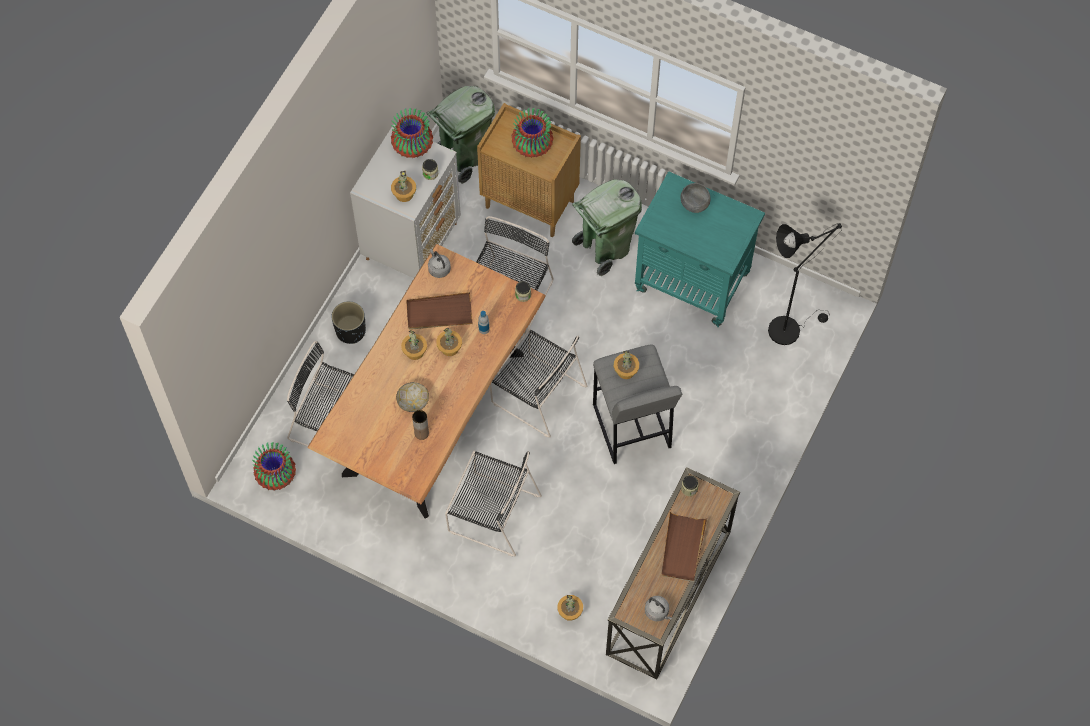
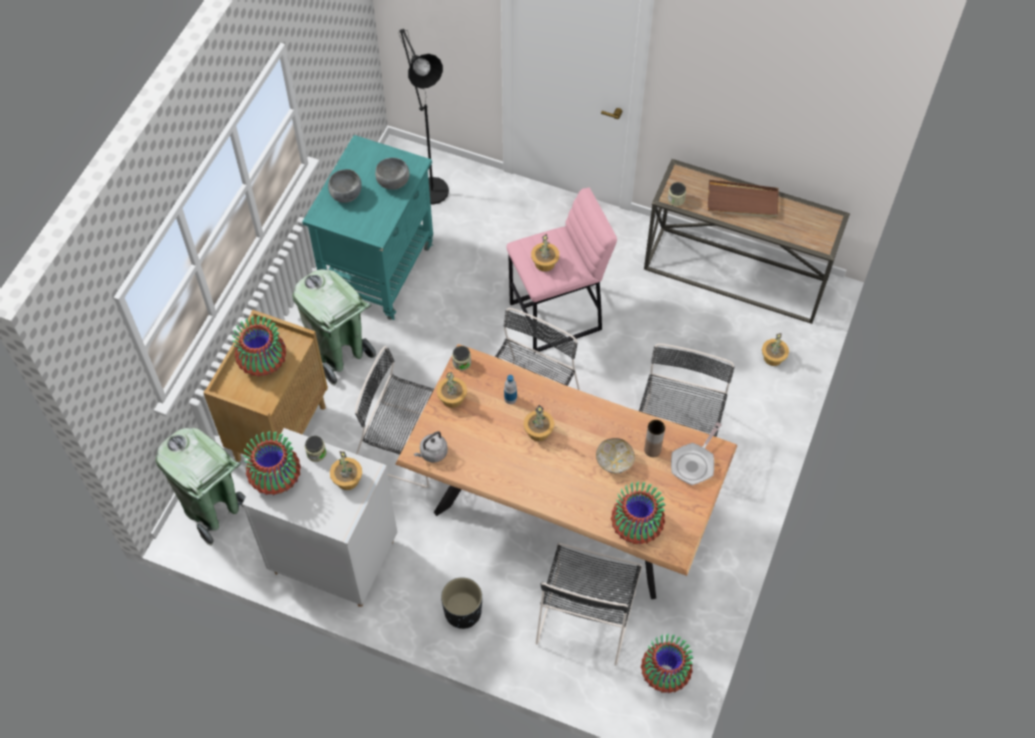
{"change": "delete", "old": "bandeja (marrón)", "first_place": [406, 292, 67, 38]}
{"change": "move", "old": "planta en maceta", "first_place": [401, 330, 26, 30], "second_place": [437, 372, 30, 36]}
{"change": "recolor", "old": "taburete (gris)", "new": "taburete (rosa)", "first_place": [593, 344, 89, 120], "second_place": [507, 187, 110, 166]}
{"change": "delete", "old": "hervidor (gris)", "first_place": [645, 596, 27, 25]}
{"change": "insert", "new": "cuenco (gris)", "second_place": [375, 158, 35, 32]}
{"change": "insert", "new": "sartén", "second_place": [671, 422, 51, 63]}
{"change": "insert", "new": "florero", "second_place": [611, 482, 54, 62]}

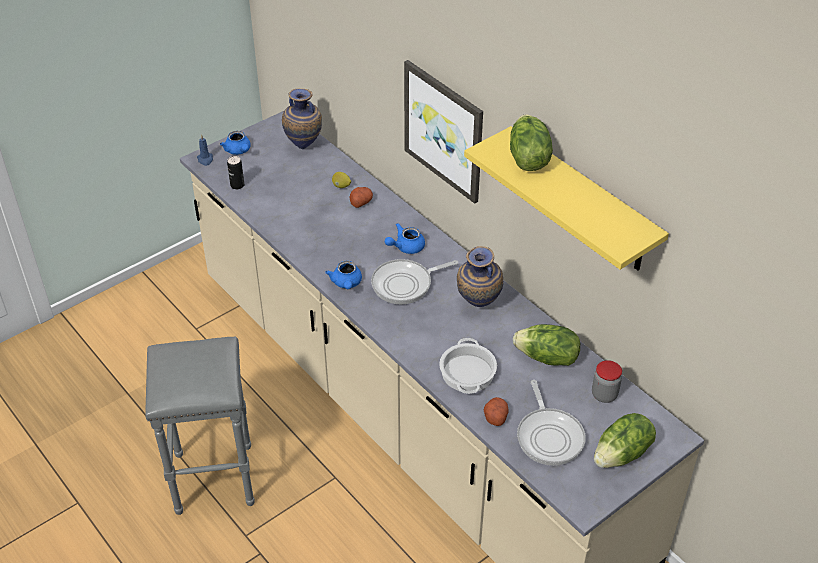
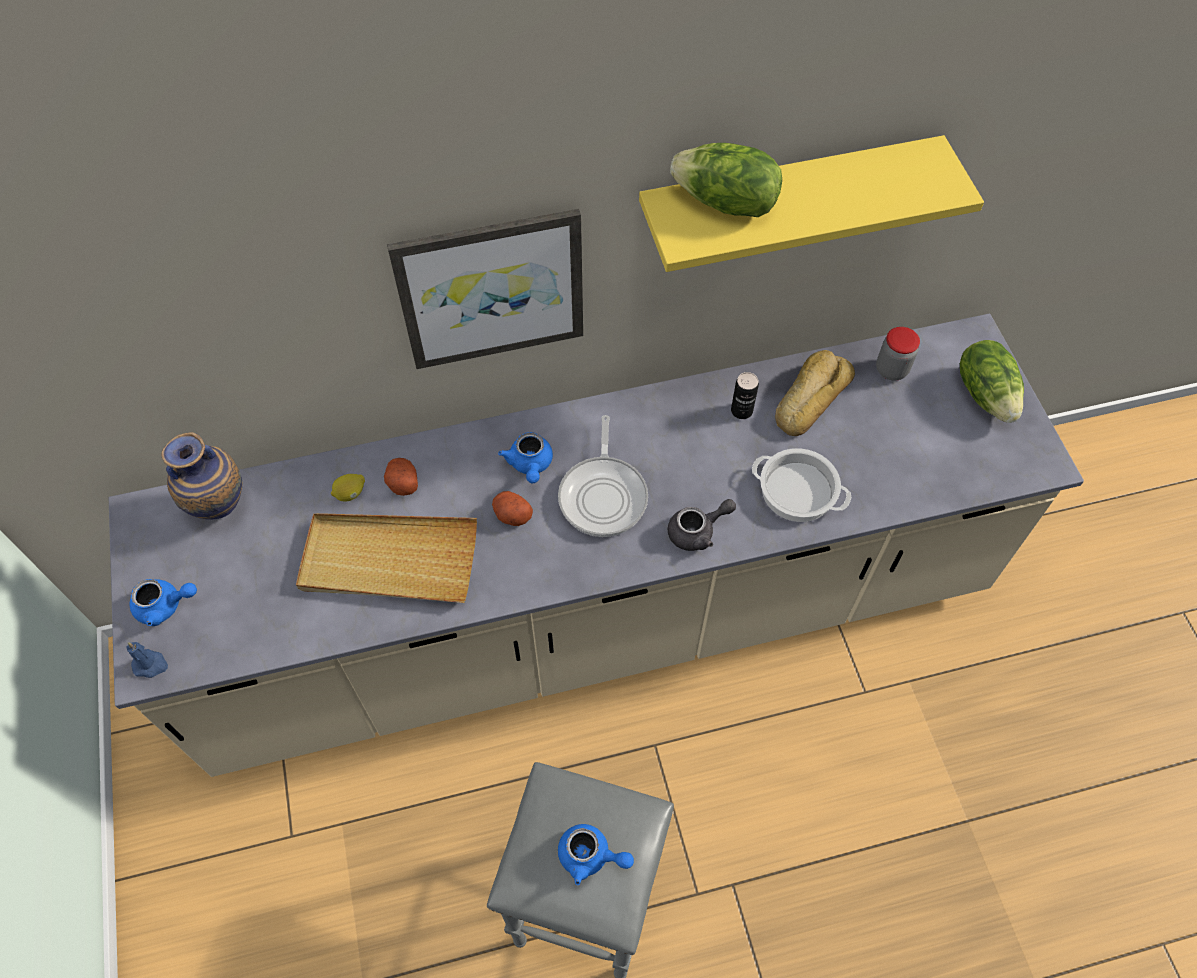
{"change": "move", "old": "lata", "first_place": [227, 156, 17, 33], "second_place": [731, 372, 28, 47]}
{"change": "delete", "old": "florero", "first_place": [457, 246, 46, 61]}
{"change": "move", "old": "tetera (azul)", "first_place": [325, 261, 37, 28], "second_place": [558, 824, 76, 61]}
{"change": "replace", "old": "lechuga", "new": "pan", "first_place": [513, 324, 67, 42], "second_place": [775, 350, 80, 86]}
{"change": "delete", "old": "sartén", "first_place": [517, 380, 69, 86]}
{"change": "move", "old": "patata", "first_place": [484, 397, 25, 29], "second_place": [492, 491, 41, 35]}
{"change": "insert", "new": "tetera (gris)", "second_place": [668, 499, 68, 52]}
{"change": "insert", "new": "bandeja (beis)", "second_place": [296, 513, 181, 90]}

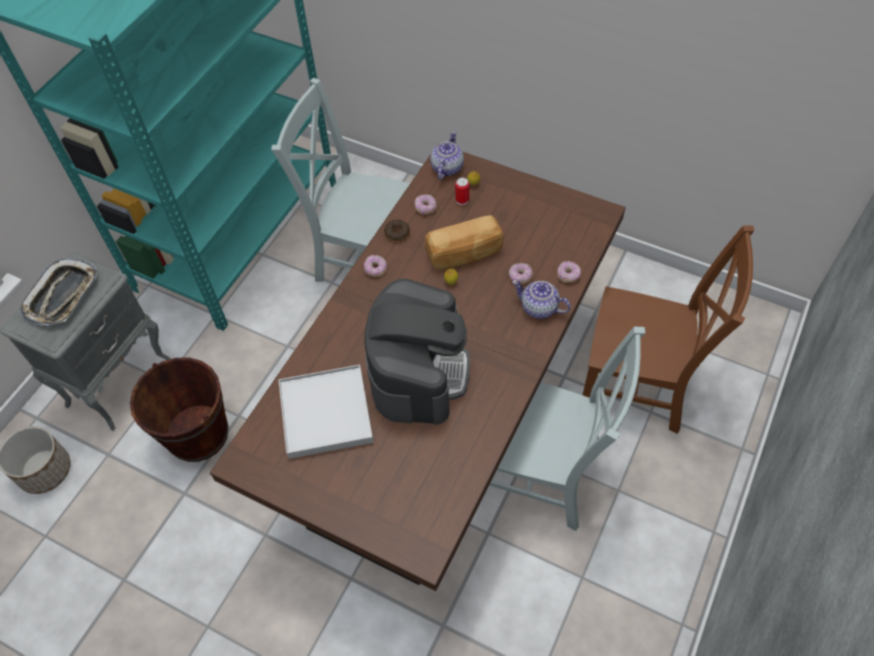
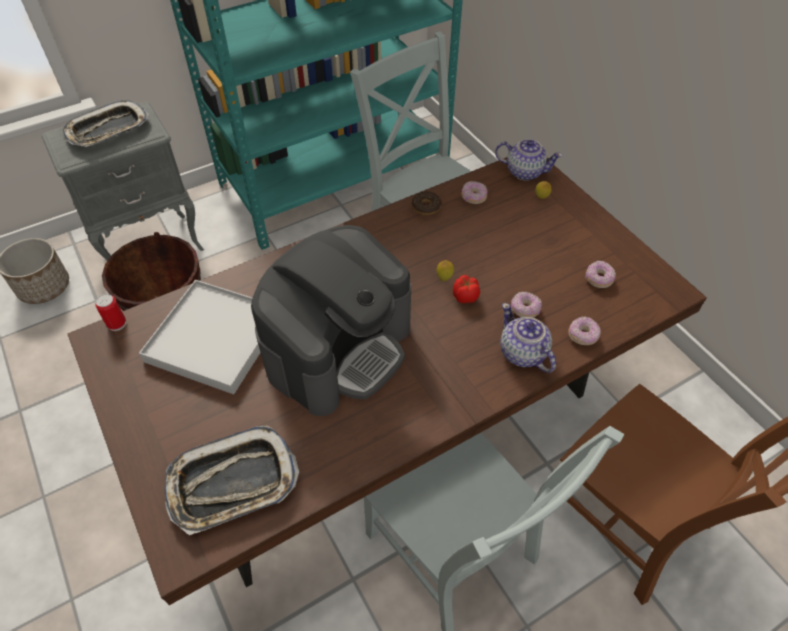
{"change": "rotate", "old": "tetera", "first_place": [430, 131, 34, 49], "second_place": [495, 139, 68, 42], "degrees": 60}
{"change": "move", "old": "lata", "first_place": [455, 178, 14, 27], "second_place": [95, 294, 31, 37]}
{"change": "delete", "old": "pan", "first_place": [424, 215, 80, 55]}
{"change": "move", "old": "rosquilla", "first_place": [364, 255, 23, 22], "second_place": [585, 261, 31, 27]}
{"change": "insert", "new": "tomate", "second_place": [453, 275, 27, 28]}
{"change": "insert", "new": "bandeja", "second_place": [165, 426, 134, 109]}

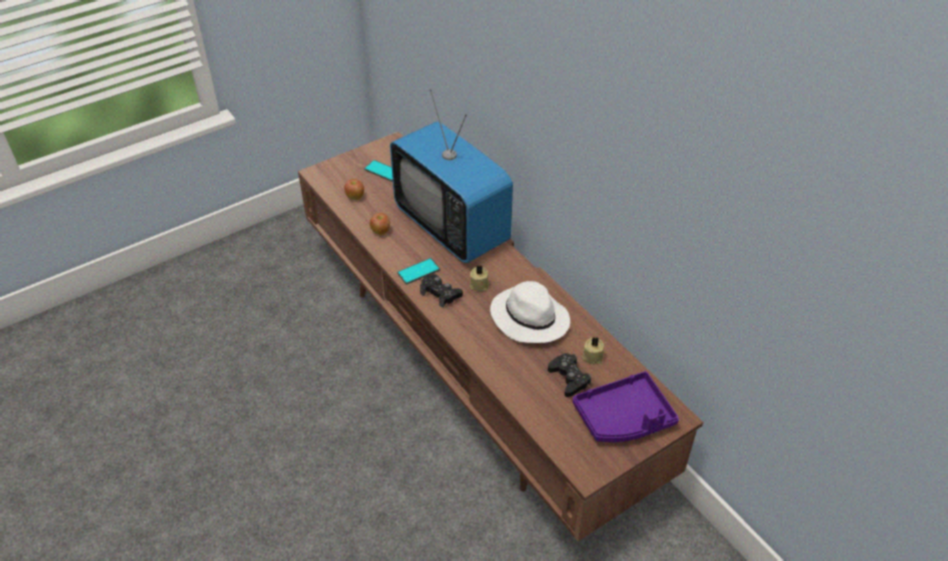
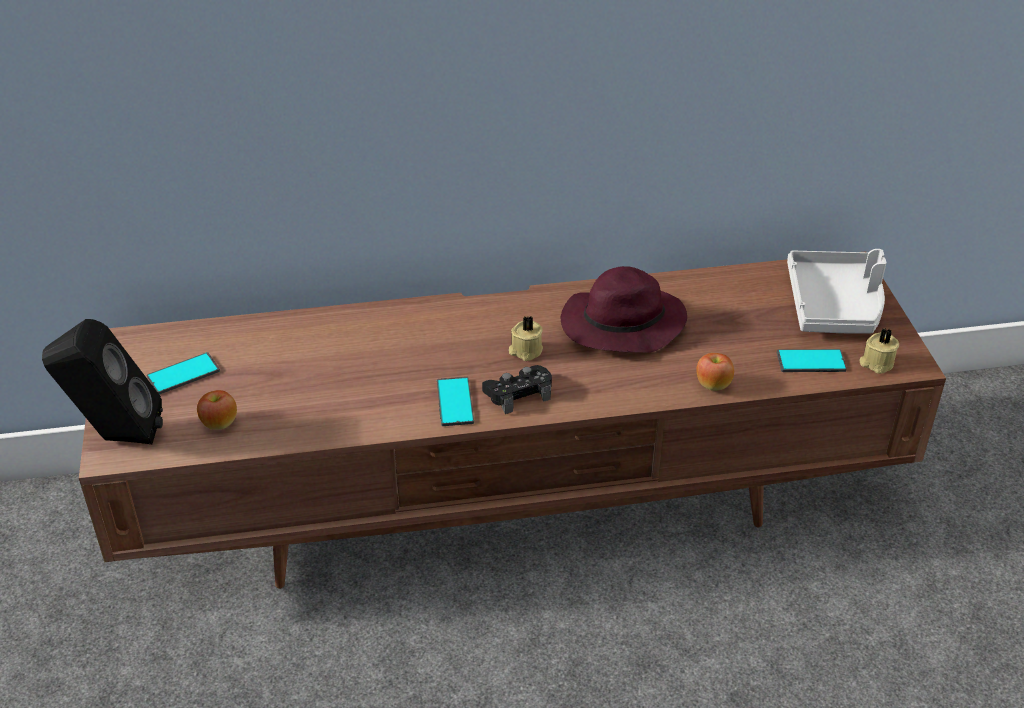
{"change": "delete", "old": "televisor", "first_place": [390, 89, 123, 174]}
{"change": "move", "old": "manzana", "first_place": [370, 213, 20, 22], "second_place": [696, 353, 38, 38]}
{"change": "recolor", "old": "sombrero (blanco)", "new": "sombrero (morado)", "first_place": [490, 281, 80, 62], "second_place": [561, 266, 126, 87]}
{"change": "move", "old": "vela (beis)", "first_place": [582, 337, 22, 27], "second_place": [859, 328, 40, 46]}
{"change": "delete", "old": "mando de consola (negro)", "first_place": [548, 353, 43, 44]}
{"change": "recolor", "old": "bandeja (morado)", "new": "bandeja (gris)", "first_place": [573, 371, 106, 71], "second_place": [787, 249, 100, 85]}
{"change": "insert", "new": "altavoz (negro)", "second_place": [42, 319, 121, 125]}
{"change": "insert", "new": "móvil", "second_place": [777, 349, 70, 23]}

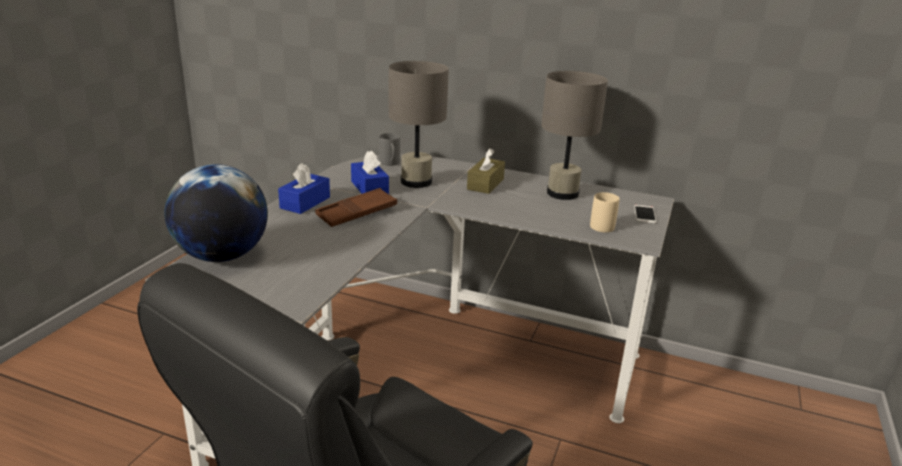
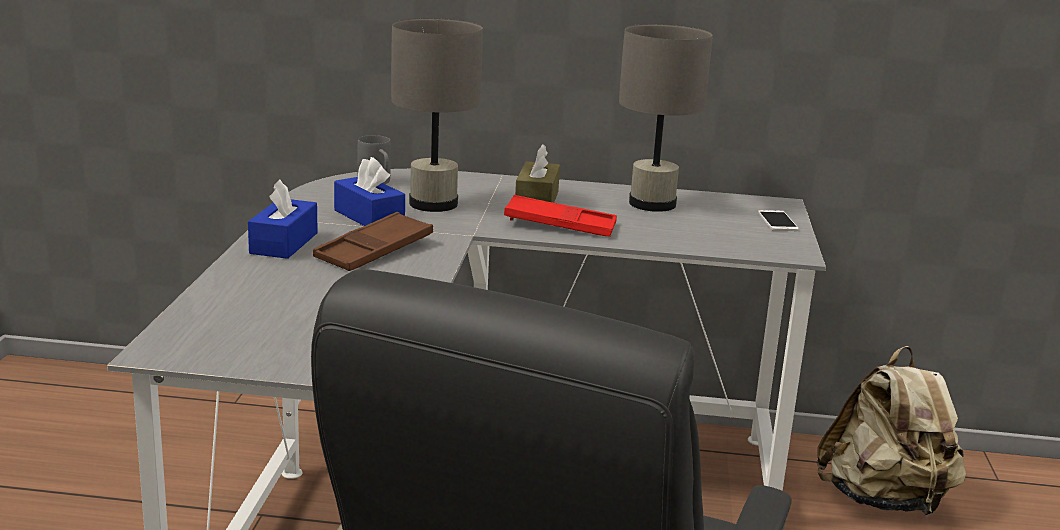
{"change": "delete", "old": "globo terráqueo", "first_place": [164, 164, 104, 98]}
{"change": "delete", "old": "taza grande (beis)", "first_place": [590, 192, 30, 40]}
{"change": "insert", "new": "bandeja (rojo)", "second_place": [504, 195, 113, 42]}
{"change": "insert", "new": "mochila (beis)", "second_place": [817, 346, 149, 169]}

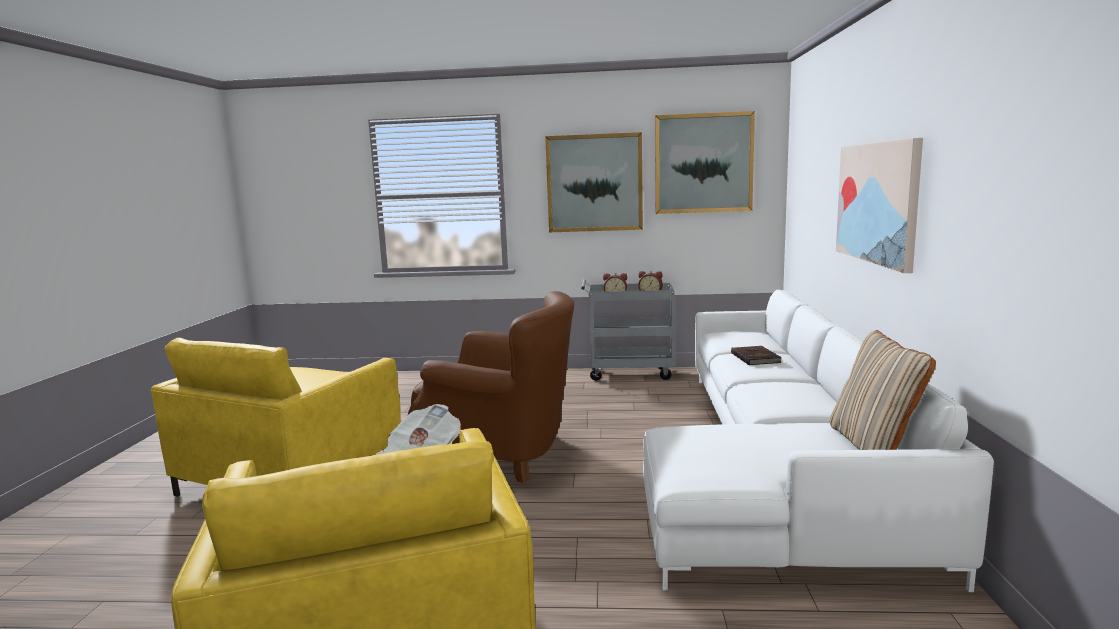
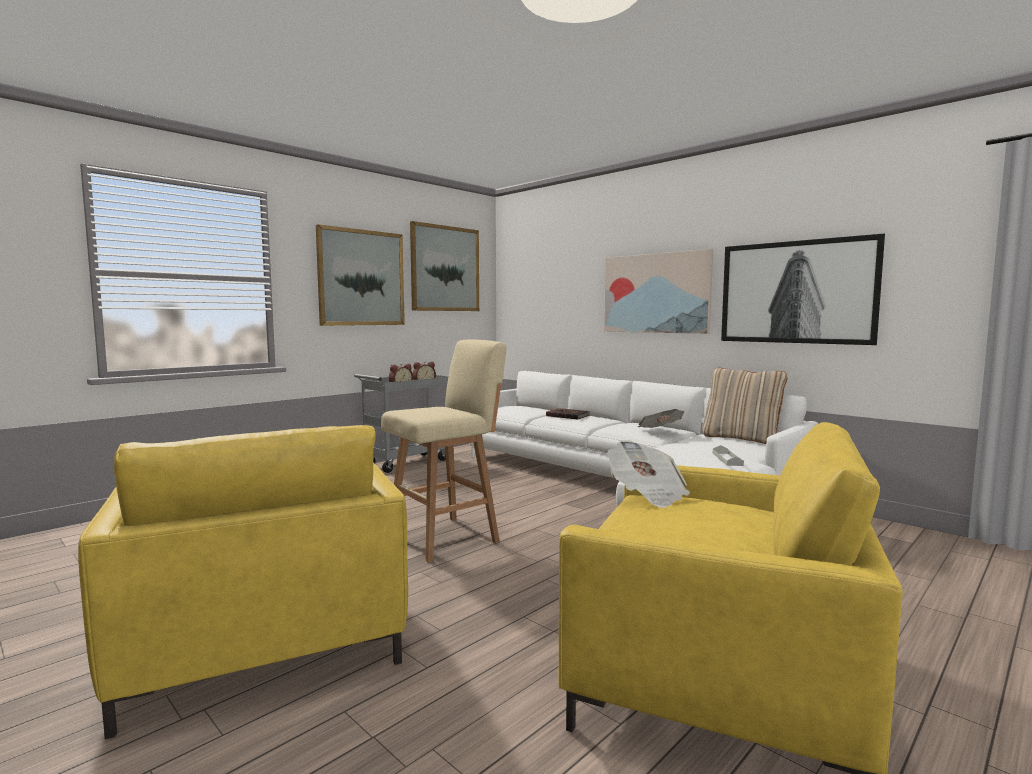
{"change": "replace", "old": "sillón (marrón)", "new": "taburete (beis)", "first_place": [408, 291, 166, 192], "second_place": [381, 340, 125, 223]}
{"change": "insert", "new": "cuadro", "second_place": [721, 234, 164, 111]}
{"change": "insert", "new": "periódico", "second_place": [638, 409, 46, 19]}
{"change": "insert", "new": "bandeja (gris)", "second_place": [713, 445, 31, 21]}

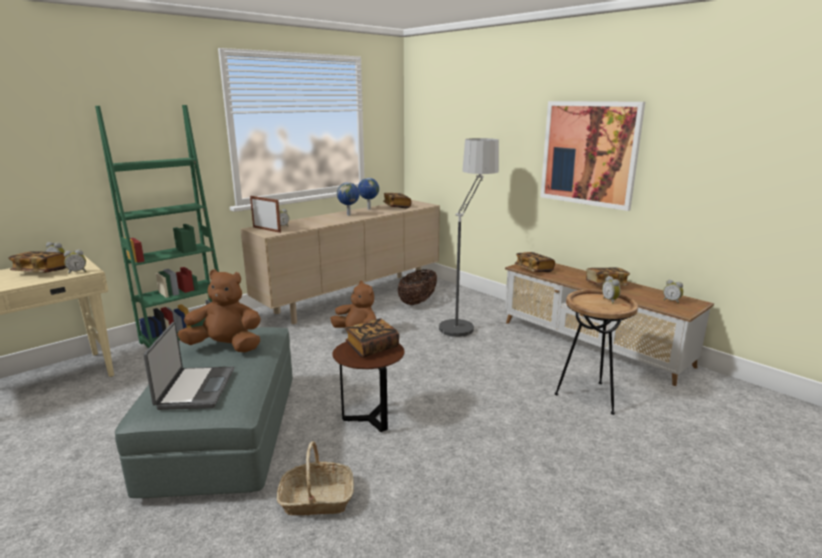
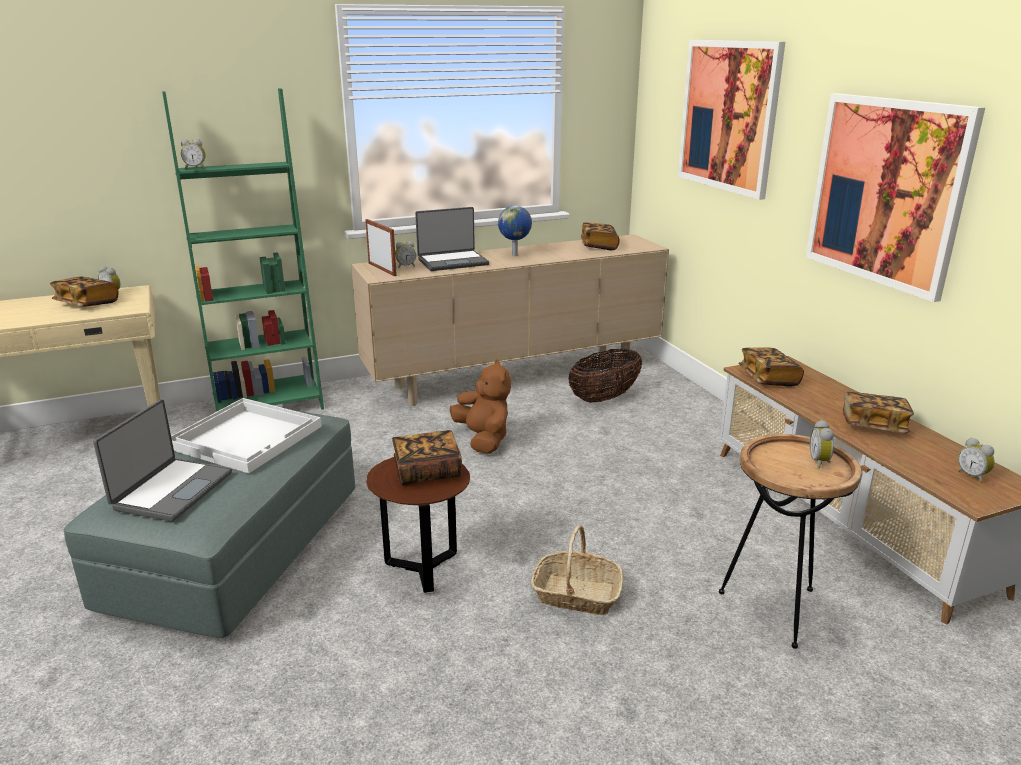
{"change": "delete", "old": "lámpara de pie", "first_place": [436, 138, 63, 201]}
{"change": "delete", "old": "globo terráqueo", "first_place": [358, 178, 21, 32]}
{"change": "move", "old": "despertador", "first_place": [64, 250, 23, 24], "second_place": [181, 139, 25, 30]}
{"change": "replace", "old": "peluche (marrón)", "new": "bandeja (blanco)", "first_place": [178, 269, 83, 83], "second_place": [171, 398, 151, 75]}
{"change": "move", "old": "cesta", "first_place": [277, 441, 77, 74], "second_place": [531, 525, 92, 90]}
{"change": "insert", "new": "cuadro", "second_place": [678, 40, 107, 160]}
{"change": "insert", "new": "portátil", "second_place": [415, 207, 74, 64]}

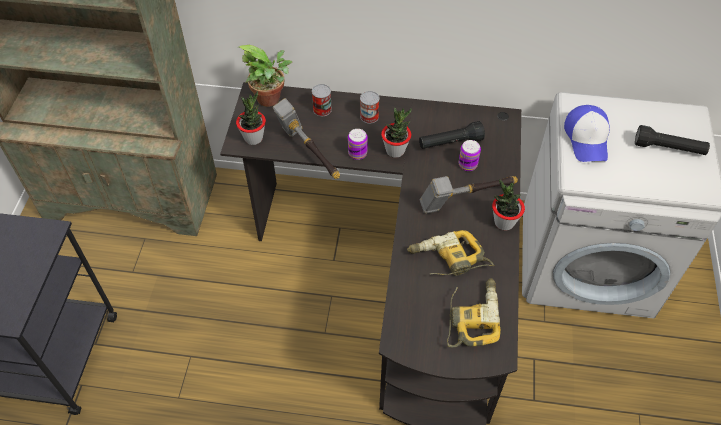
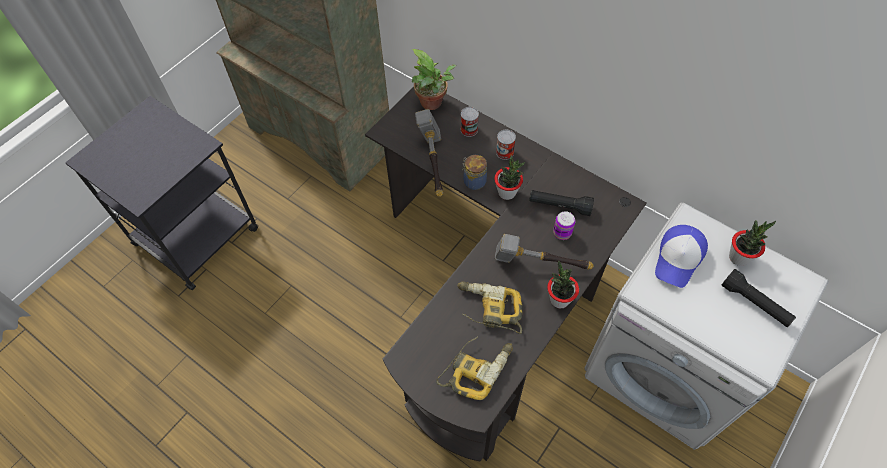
{"change": "move", "old": "planta en maceta", "first_place": [236, 91, 30, 54], "second_place": [729, 220, 47, 46]}
{"change": "replace", "old": "lata", "new": "tarro", "first_place": [348, 129, 20, 31], "second_place": [462, 155, 25, 35]}

